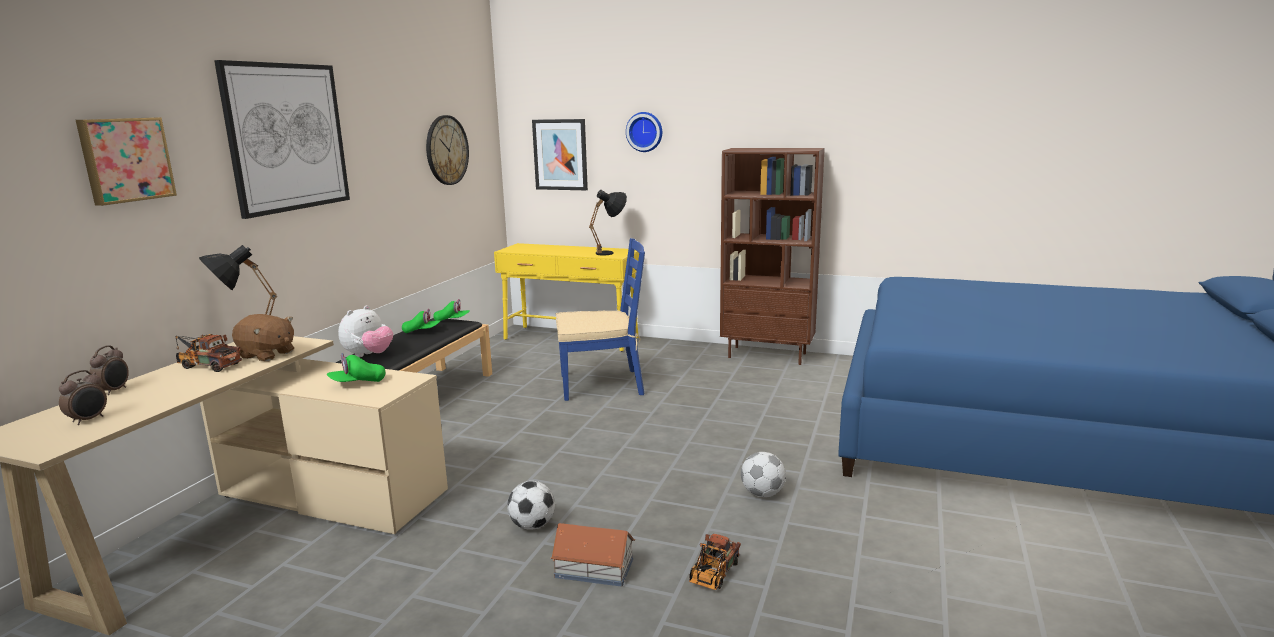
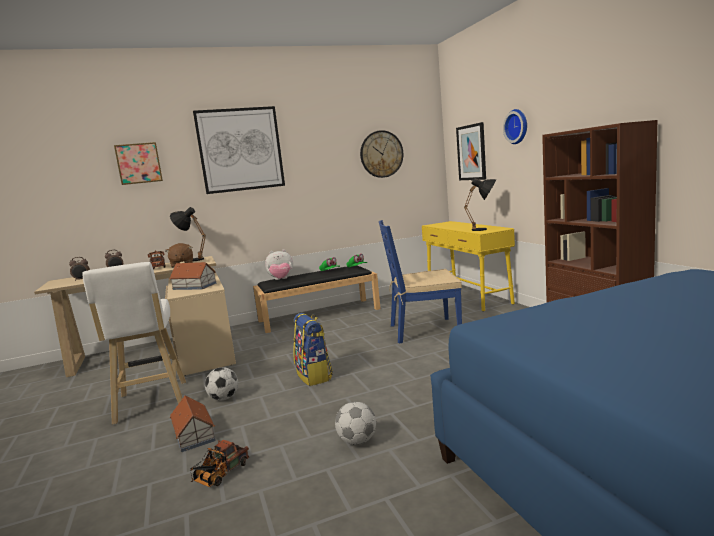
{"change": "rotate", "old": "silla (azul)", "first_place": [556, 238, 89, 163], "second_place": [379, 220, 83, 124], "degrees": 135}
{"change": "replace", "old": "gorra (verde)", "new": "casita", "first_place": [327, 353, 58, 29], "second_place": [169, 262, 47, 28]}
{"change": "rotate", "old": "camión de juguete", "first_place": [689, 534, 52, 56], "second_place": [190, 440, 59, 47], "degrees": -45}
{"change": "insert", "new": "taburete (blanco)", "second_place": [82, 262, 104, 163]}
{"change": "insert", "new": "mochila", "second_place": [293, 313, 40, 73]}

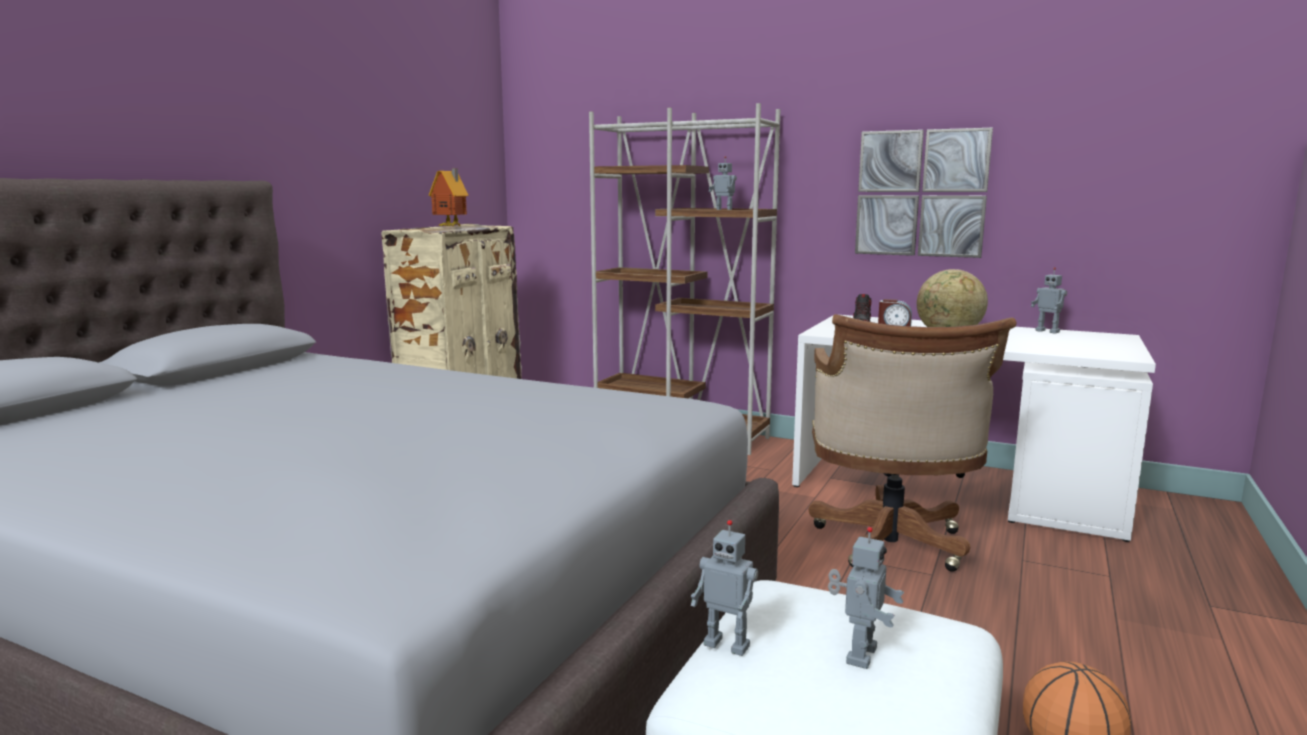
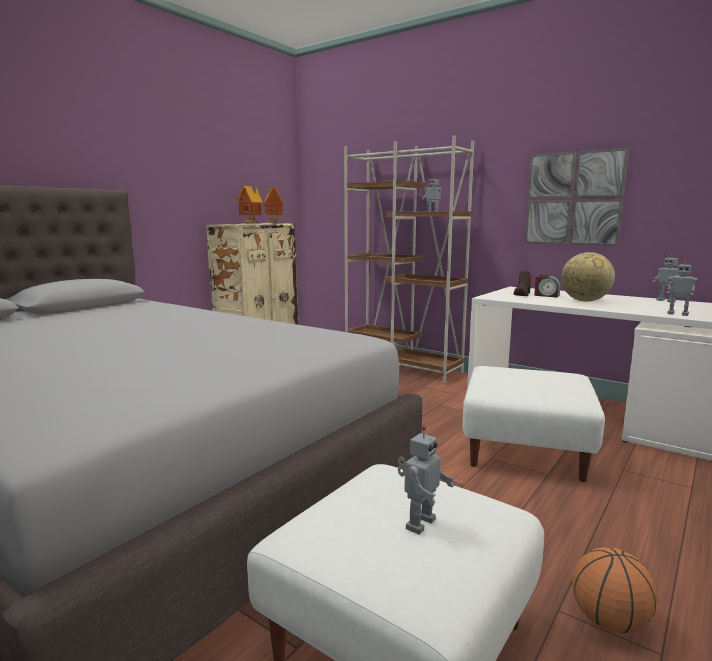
{"change": "replace", "old": "silla de oficina", "new": "puf (blanco)", "first_place": [809, 314, 207, 258], "second_place": [463, 366, 142, 116]}
{"change": "move", "old": "robot de juguete", "first_place": [691, 520, 67, 136], "second_place": [667, 258, 31, 58]}
{"change": "insert", "new": "casita", "second_place": [264, 186, 20, 36]}

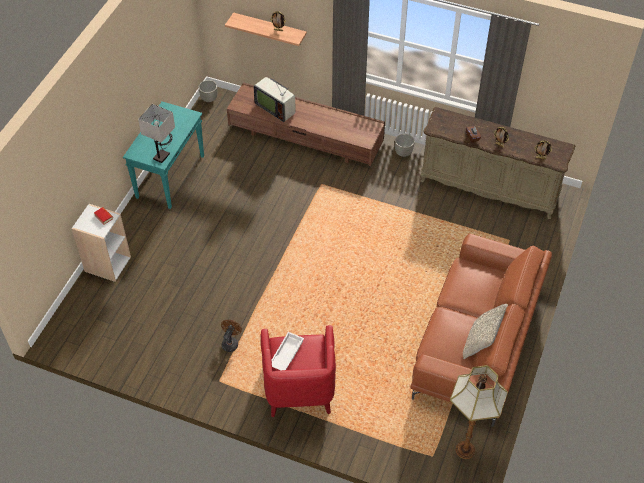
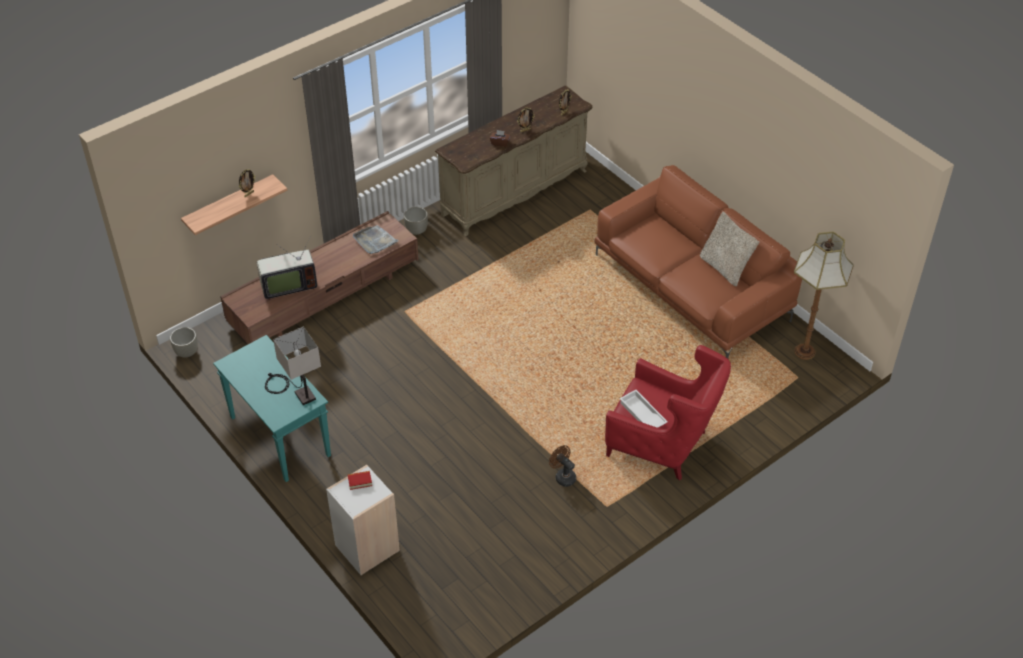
{"change": "insert", "new": "bandeja (gris)", "second_place": [353, 225, 46, 29]}

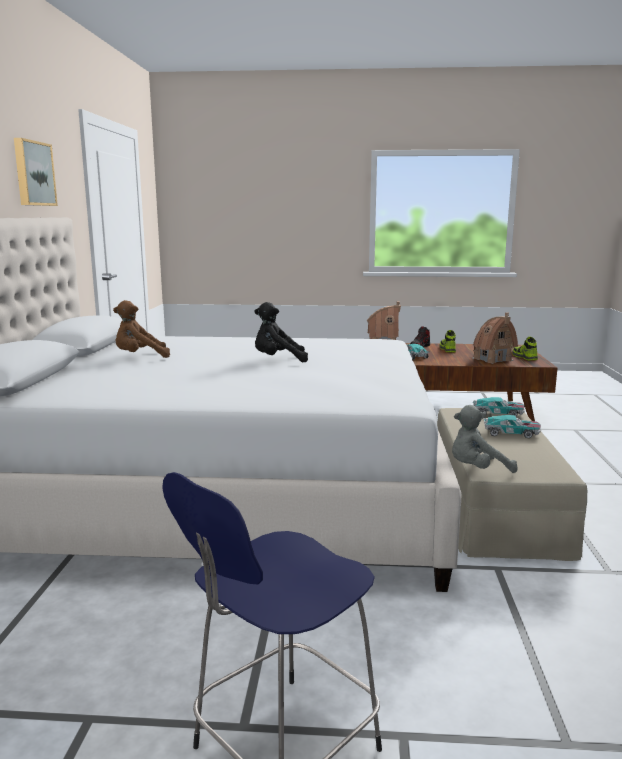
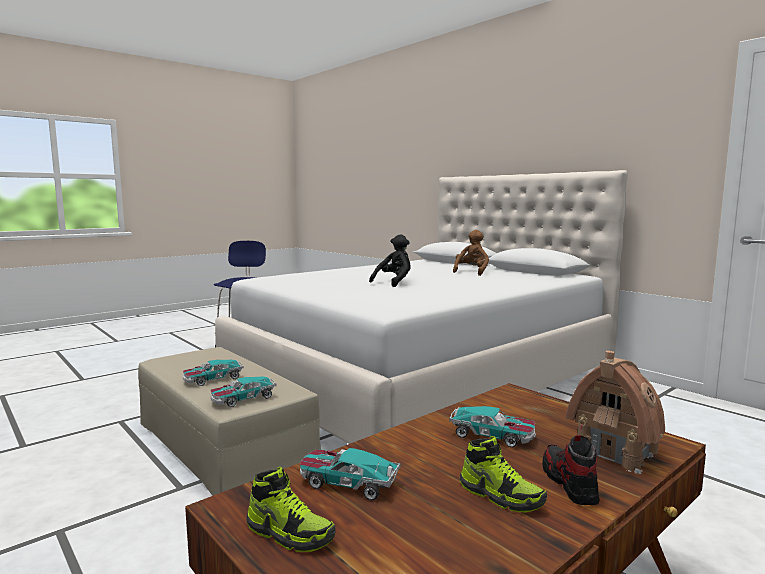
{"change": "delete", "old": "cuadro", "first_place": [14, 138, 44, 68]}
{"change": "replace", "old": "casita", "new": "coche de juguete", "first_place": [472, 312, 46, 52], "second_place": [300, 448, 101, 52]}
{"change": "delete", "old": "peluche (gris)", "first_place": [452, 405, 66, 68]}

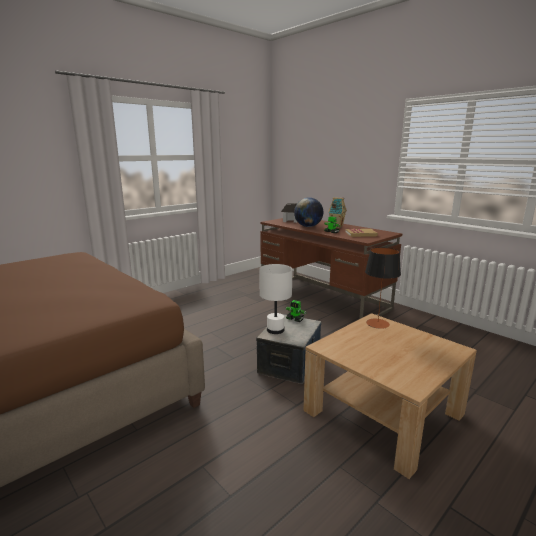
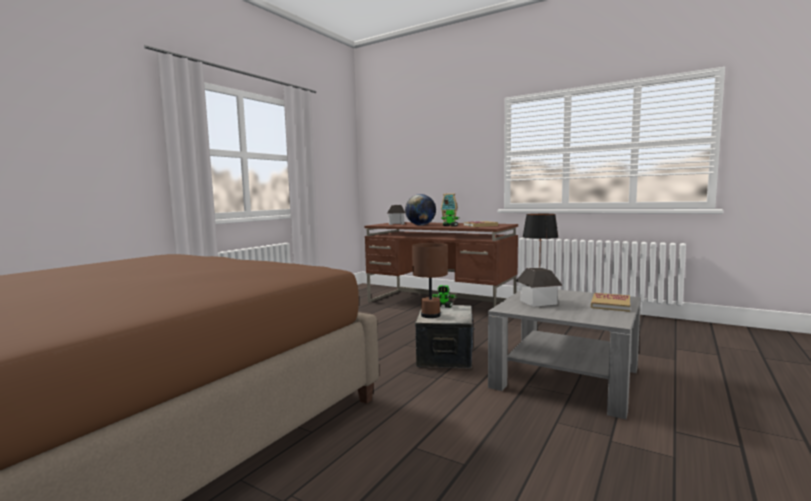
{"change": "recolor", "old": "lámpara de mesa (blanco)", "new": "lámpara de mesa (marrón)", "first_place": [260, 264, 32, 70], "second_place": [412, 243, 36, 75]}
{"change": "recolor", "old": "mesa de centro (marrón)", "new": "mesa de centro (gris)", "first_place": [303, 313, 174, 166], "second_place": [488, 290, 153, 129]}
{"change": "insert", "new": "casita", "second_place": [516, 268, 47, 39]}
{"change": "insert", "new": "libro", "second_place": [591, 293, 39, 19]}

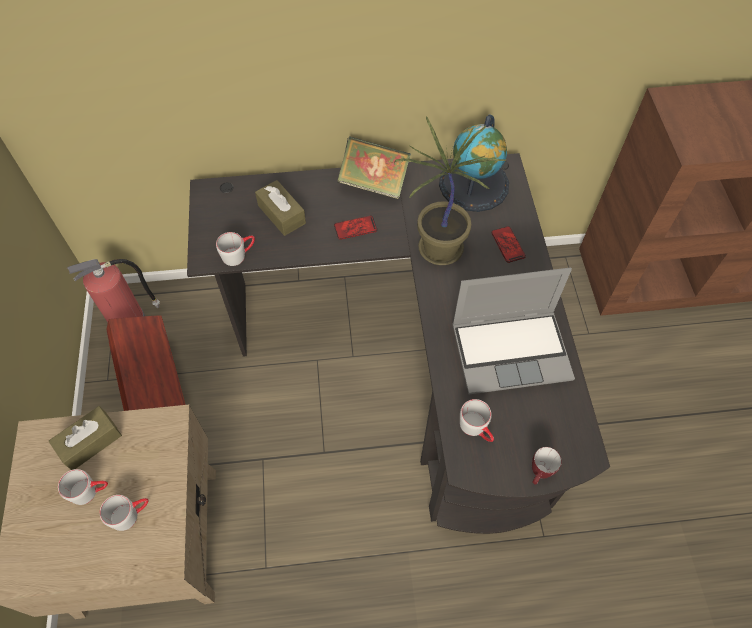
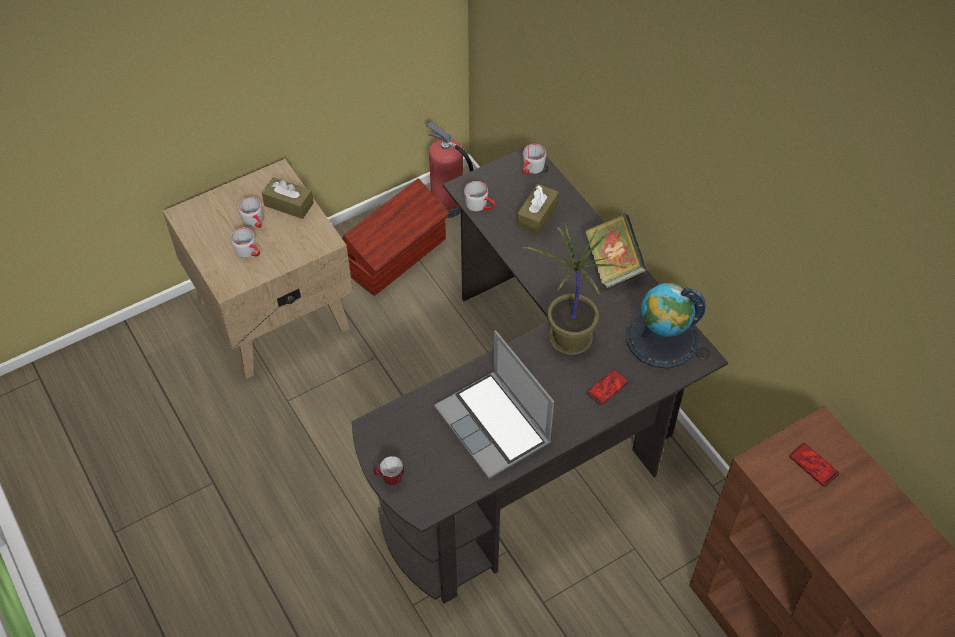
{"change": "move", "old": "móvil", "first_place": [334, 216, 43, 24], "second_place": [790, 443, 49, 44]}
{"change": "move", "old": "taza grande (gris)", "first_place": [460, 399, 34, 43], "second_place": [522, 144, 24, 31]}

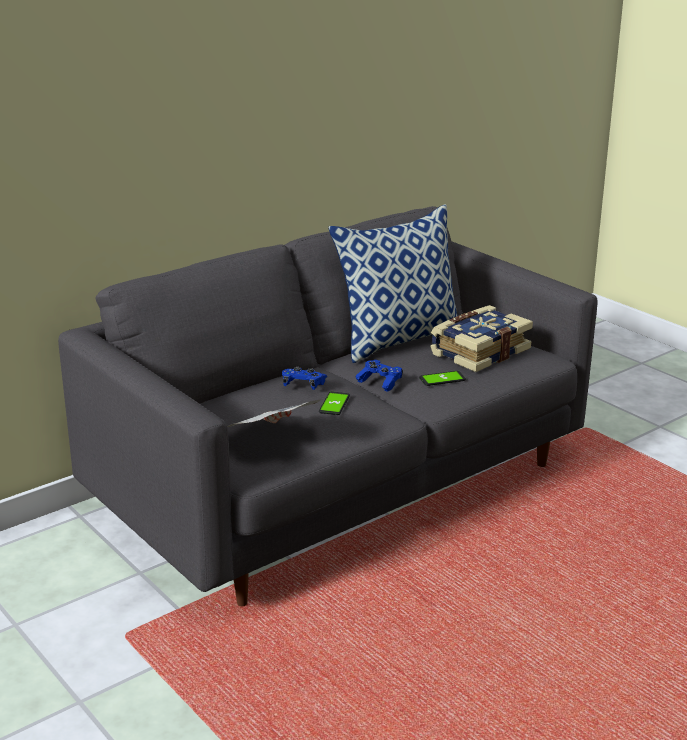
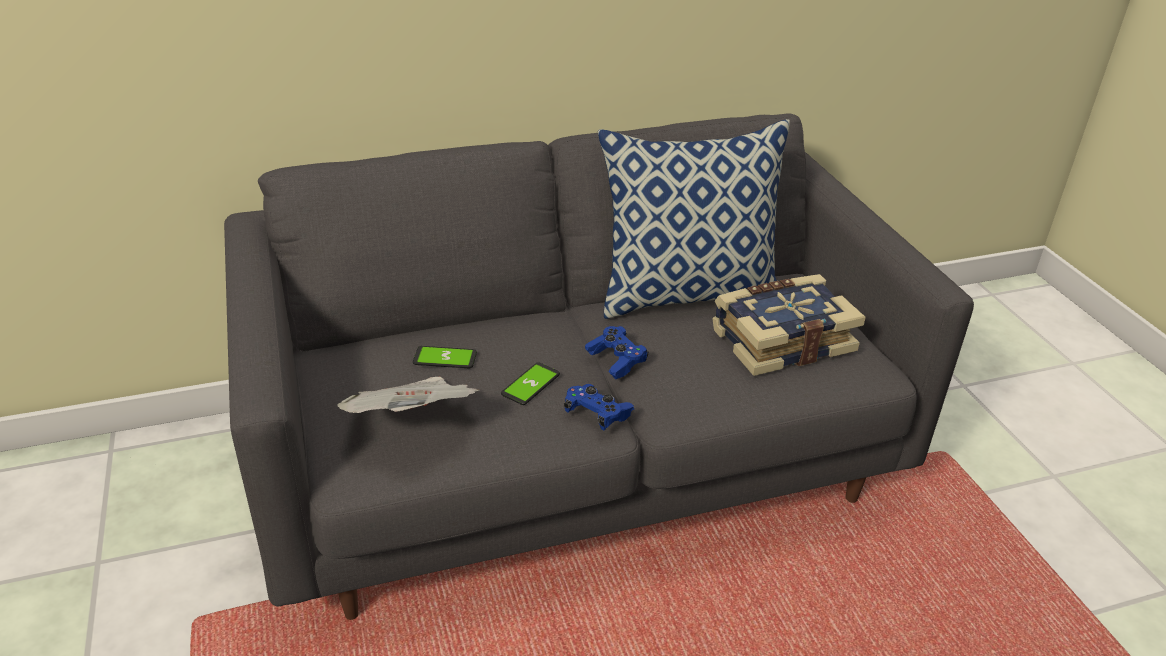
{"change": "move", "old": "mando de consola (azul)", "first_place": [282, 367, 45, 23], "second_place": [564, 384, 70, 47]}
{"change": "move", "old": "móvil", "first_place": [419, 371, 47, 15], "second_place": [413, 346, 64, 22]}

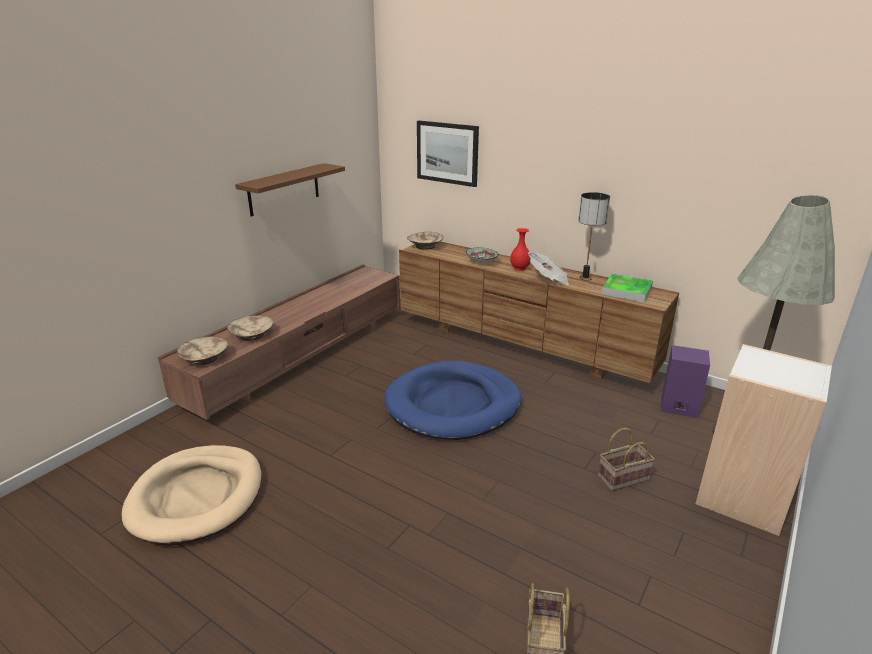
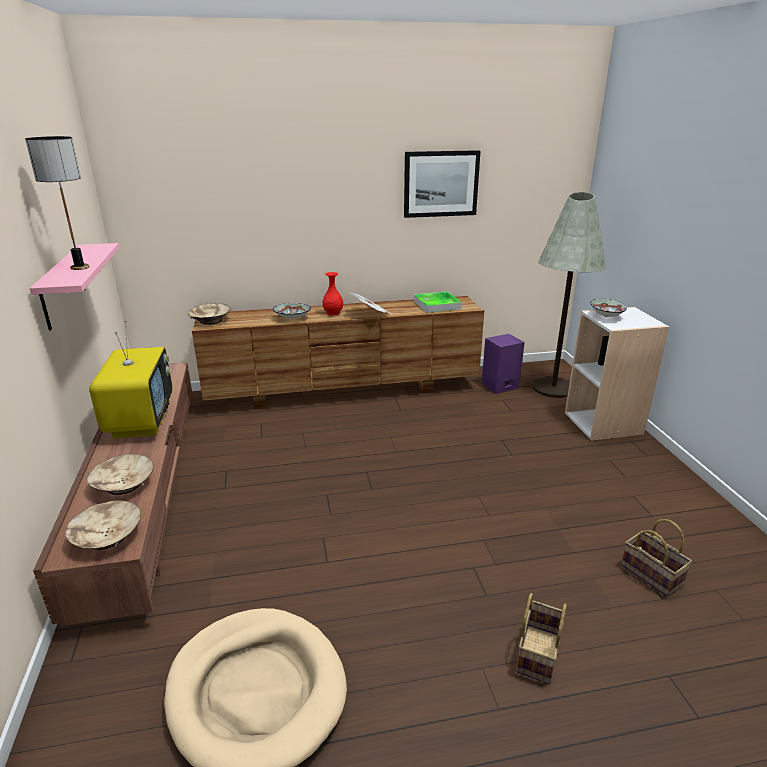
{"change": "move", "old": "cuadro", "first_place": [417, 120, 62, 67], "second_place": [404, 150, 77, 68]}
{"change": "recolor", "old": "estante (marrón)", "new": "estante (rosa)", "first_place": [235, 163, 110, 54], "second_place": [30, 243, 89, 88]}
{"change": "move", "old": "lámpara de mesa", "first_place": [578, 192, 32, 89], "second_place": [25, 136, 65, 134]}
{"change": "delete", "old": "cama para perro (azul)", "first_place": [384, 361, 137, 79]}
{"change": "move", "old": "cesta", "first_place": [598, 428, 57, 63], "second_place": [516, 593, 51, 91]}
{"change": "insert", "new": "cuenco", "second_place": [590, 299, 37, 18]}
{"change": "insert", "new": "televisor", "second_place": [89, 320, 83, 118]}

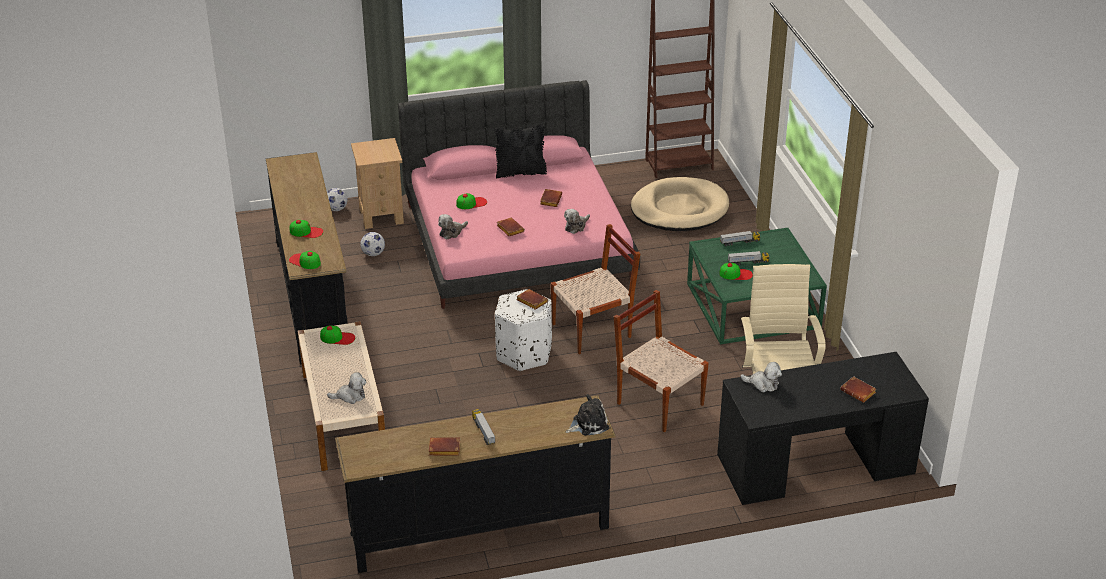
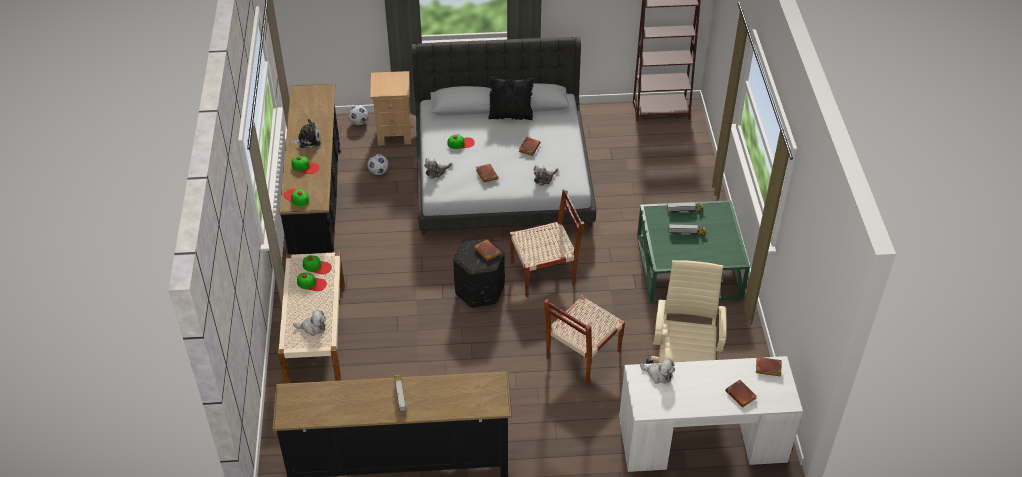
{"change": "recolor", "old": "cama (rosa)", "new": "cama (gris)", "first_place": [398, 80, 242, 229], "second_place": [411, 37, 185, 198]}
{"change": "delete", "old": "cama para perro (beis)", "first_place": [631, 177, 98, 54]}
{"change": "move", "old": "gorra", "first_place": [719, 263, 34, 17], "second_place": [297, 272, 30, 19]}
{"change": "recolor", "old": "puf (blanco)", "new": "puf (negro)", "first_place": [495, 289, 57, 82], "second_place": [453, 238, 52, 70]}
{"change": "rotate", "old": "silla", "first_place": [614, 290, 95, 142], "second_place": [544, 295, 81, 90], "degrees": -105}
{"change": "recolor", "old": "escritorio (negro)", "new": "escritorio (blanco)", "first_place": [717, 352, 212, 153], "second_place": [619, 356, 184, 116]}
{"change": "move", "old": "peluche", "first_place": [566, 394, 44, 42], "second_place": [290, 119, 31, 29]}
{"change": "move", "old": "libro (marrón)", "first_place": [429, 437, 31, 18], "second_place": [756, 357, 26, 20]}

